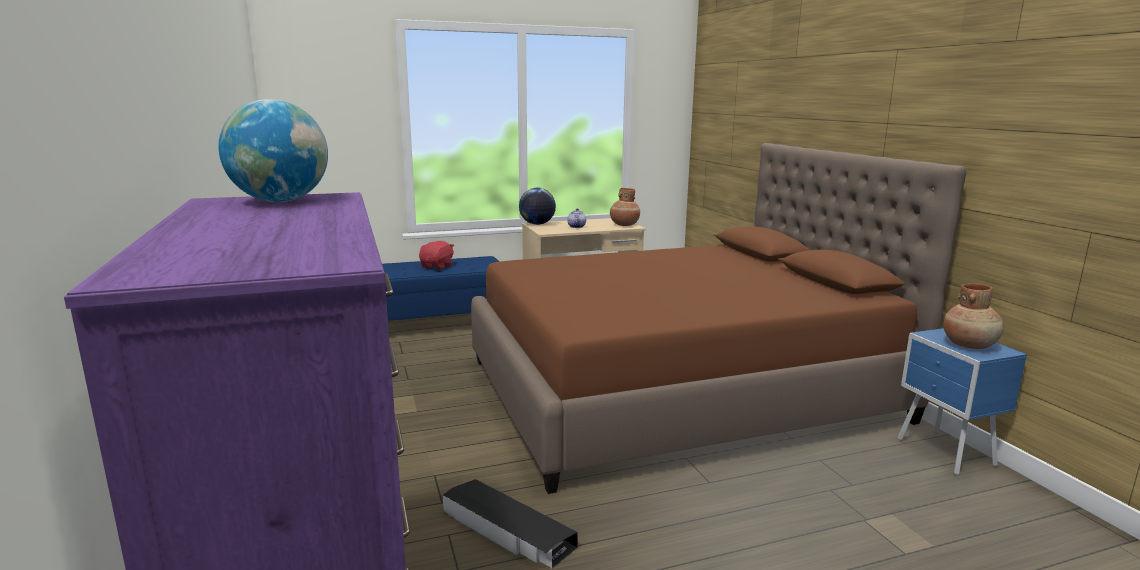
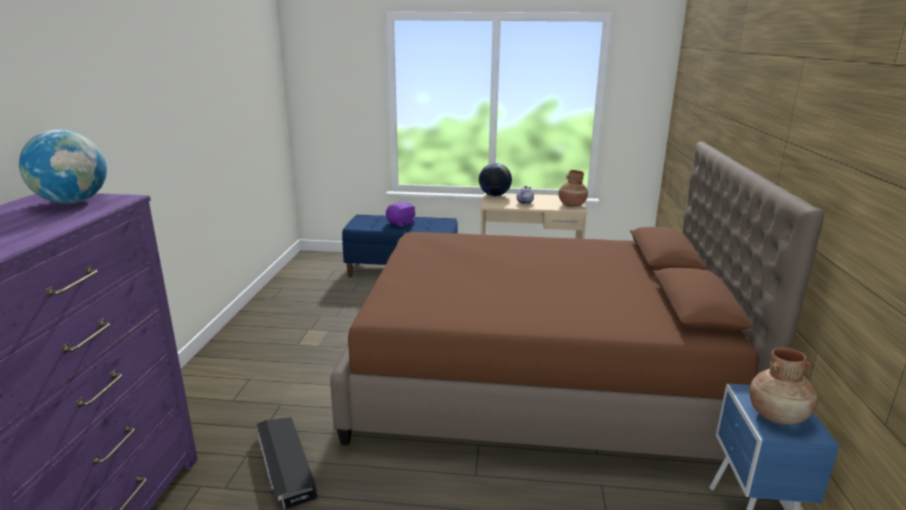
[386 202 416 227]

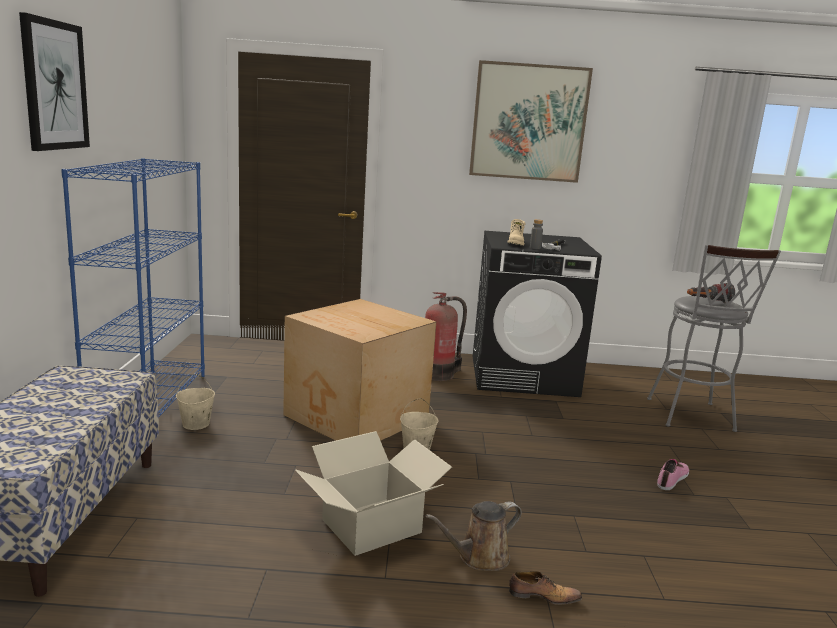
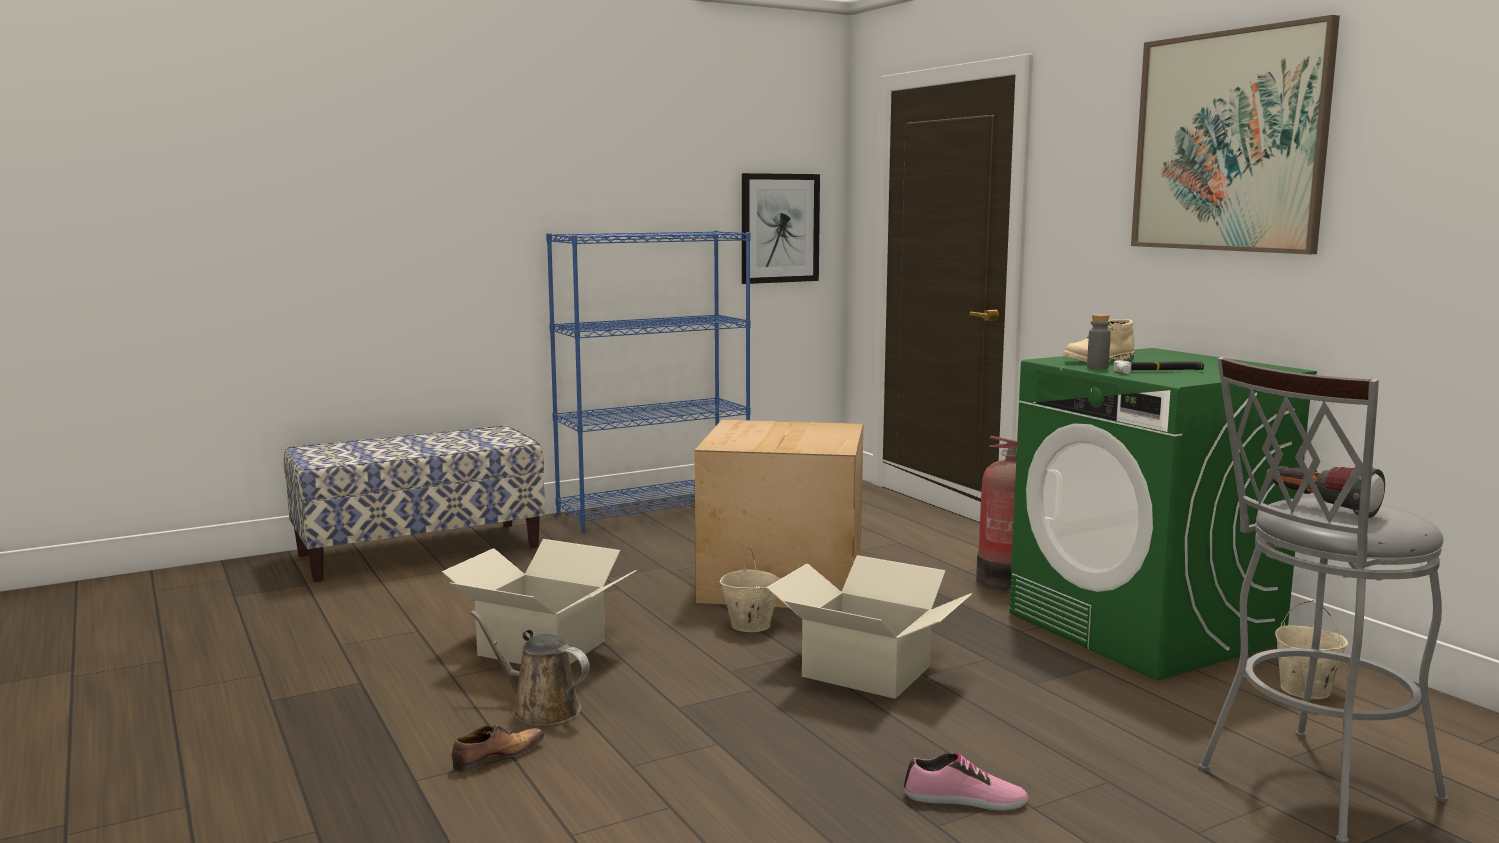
[452 725 545 772]
[742 173 820 284]
[766 555 972 699]
[1009 348 1317 681]
[1275 600 1348 699]

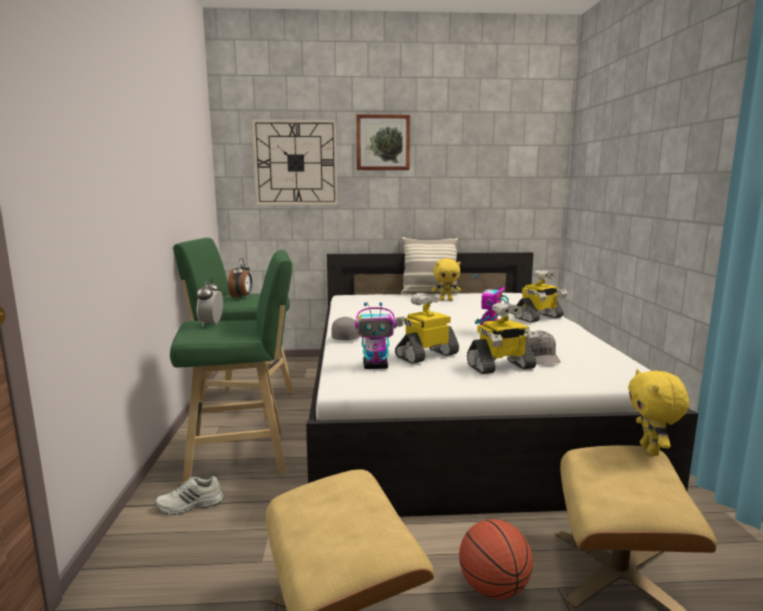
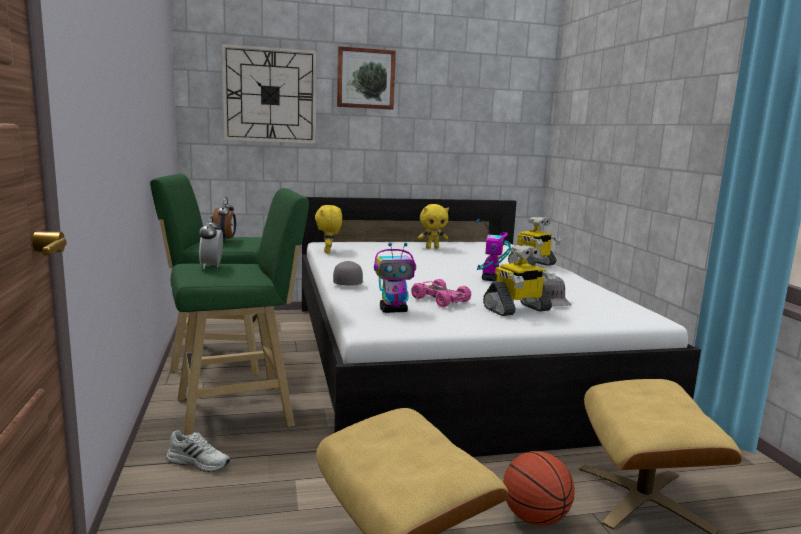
[166 430 230 472]
[315 205 342 253]
[411 279 471 307]
[401 237 459 294] (first image)

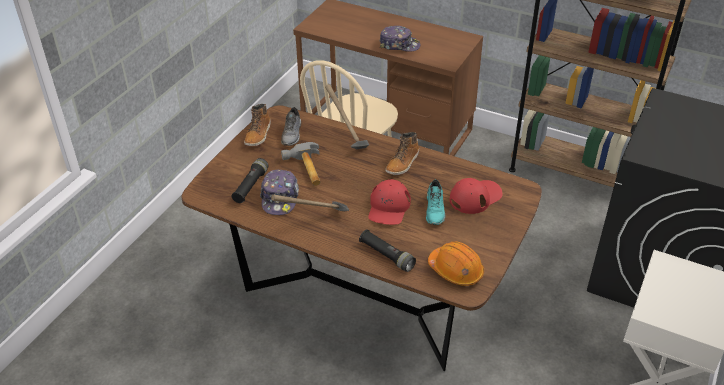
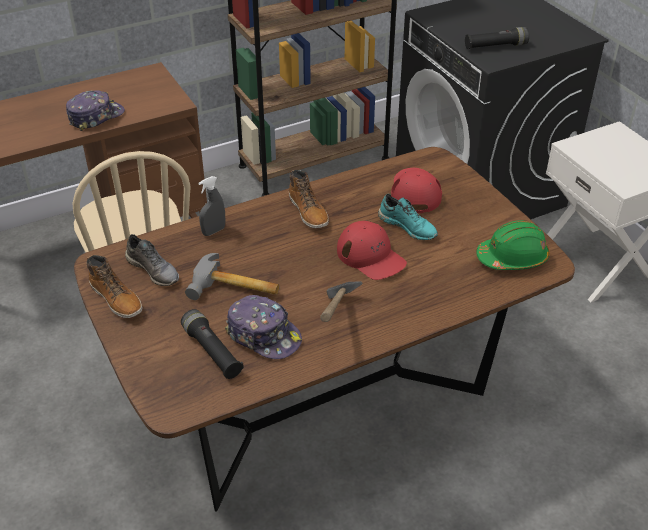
[198 176 225 236]
[465 27 529 49]
[476 220 550 270]

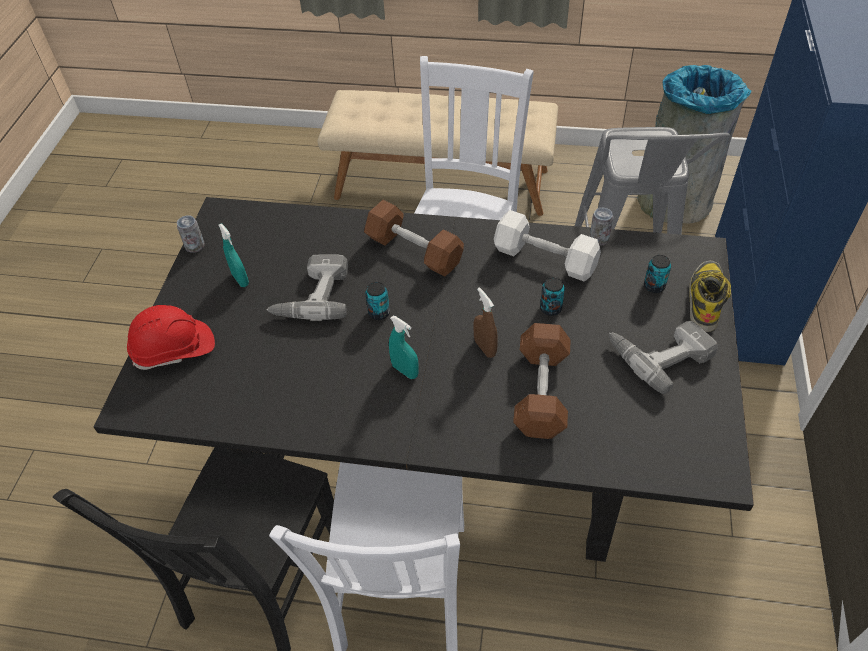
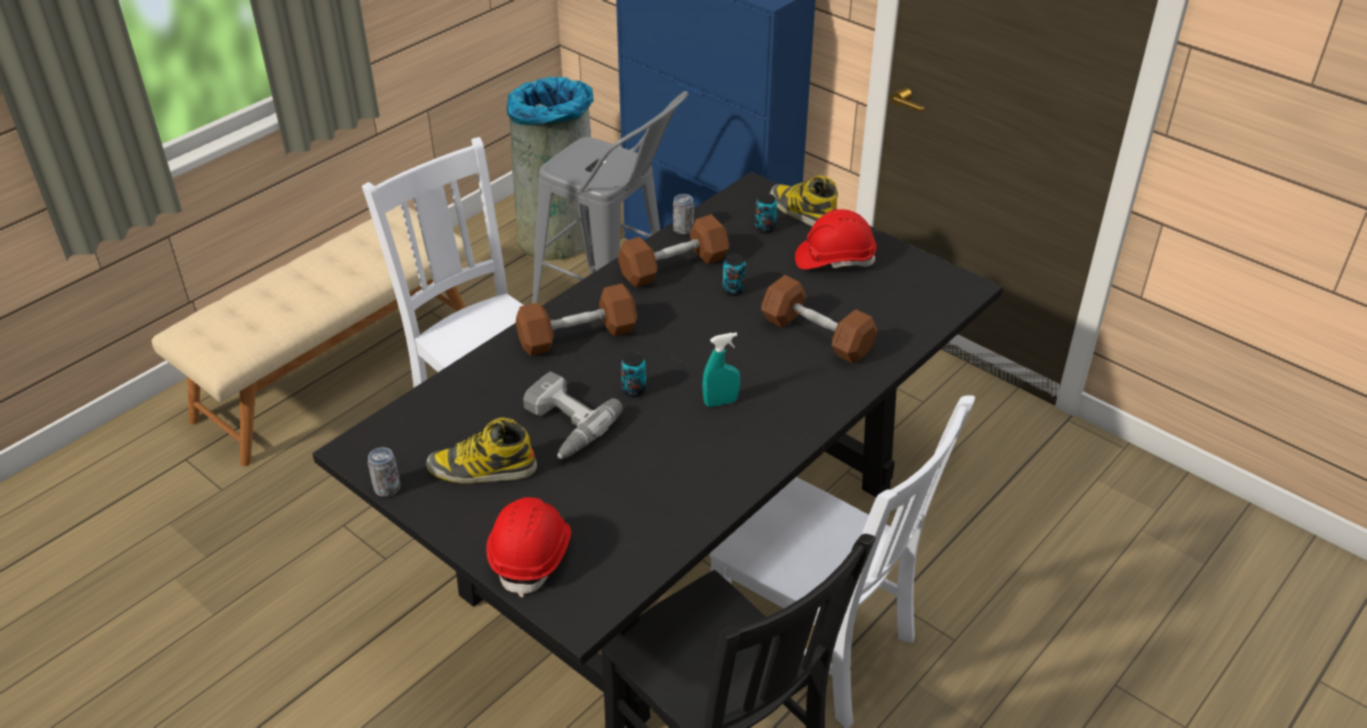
[426 418 537 483]
[618 214 729 288]
[795 209 876 269]
[473 288 498 358] (first image)

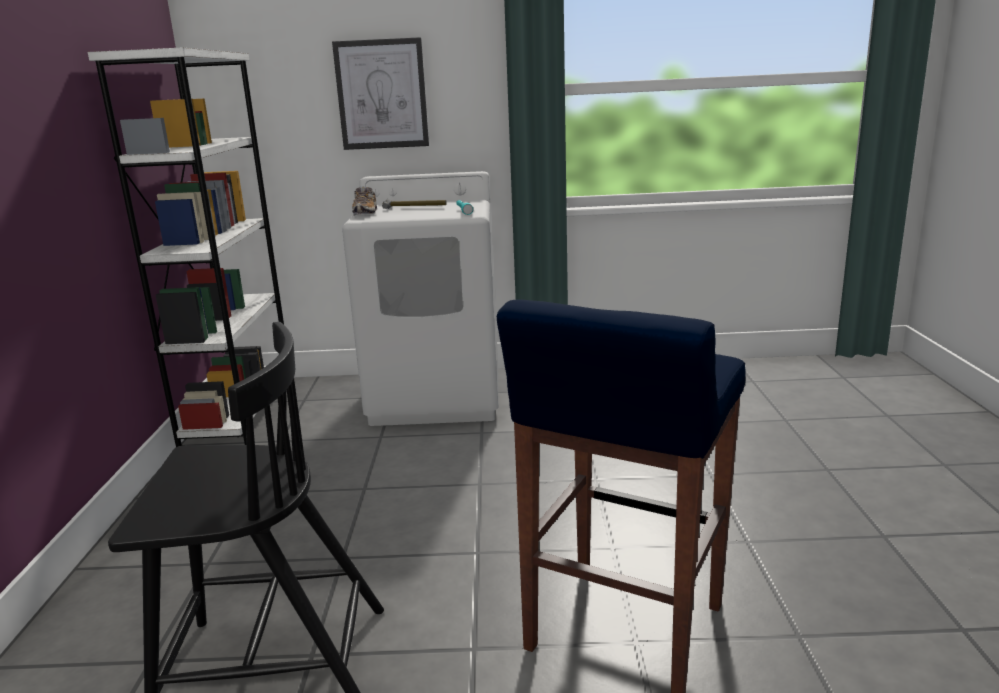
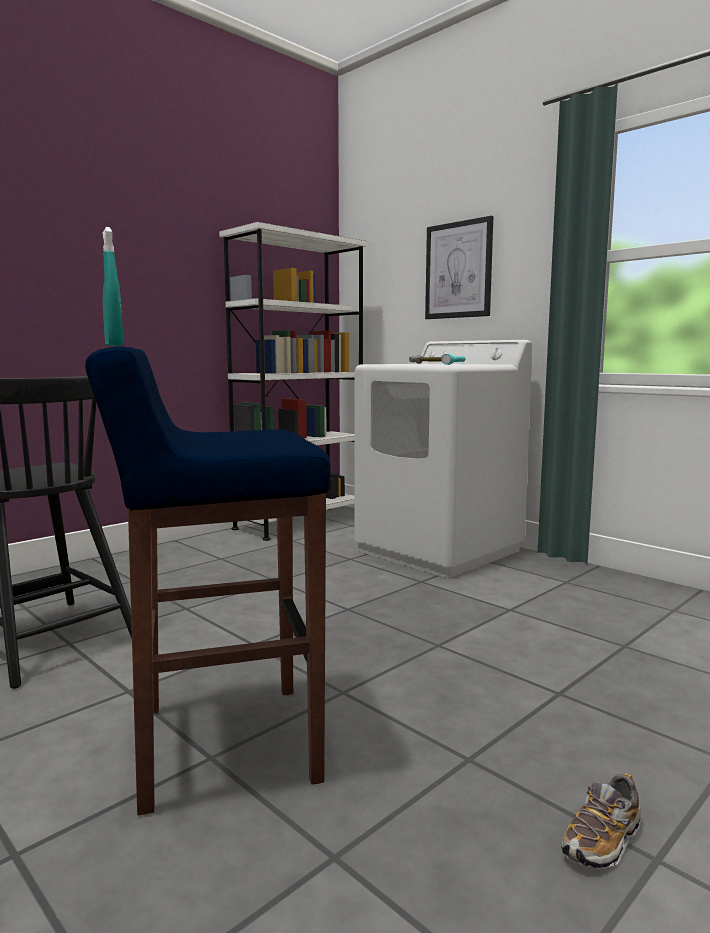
[103 227 124 346]
[561 773 641 869]

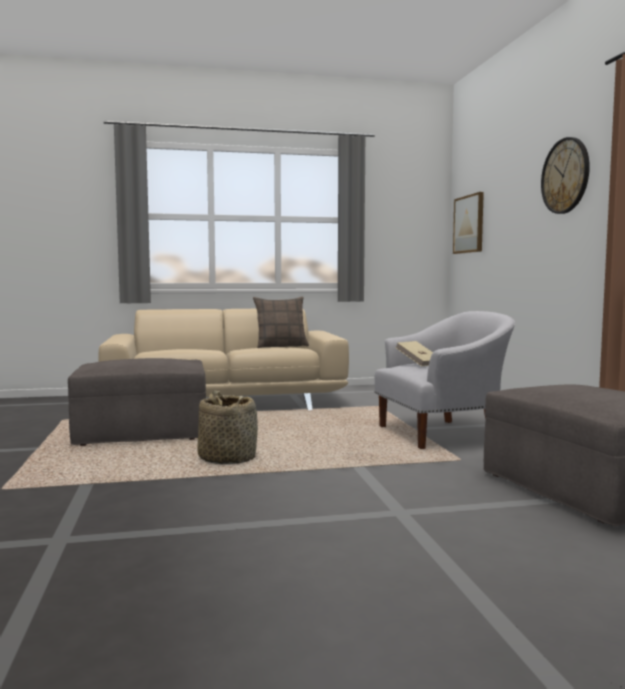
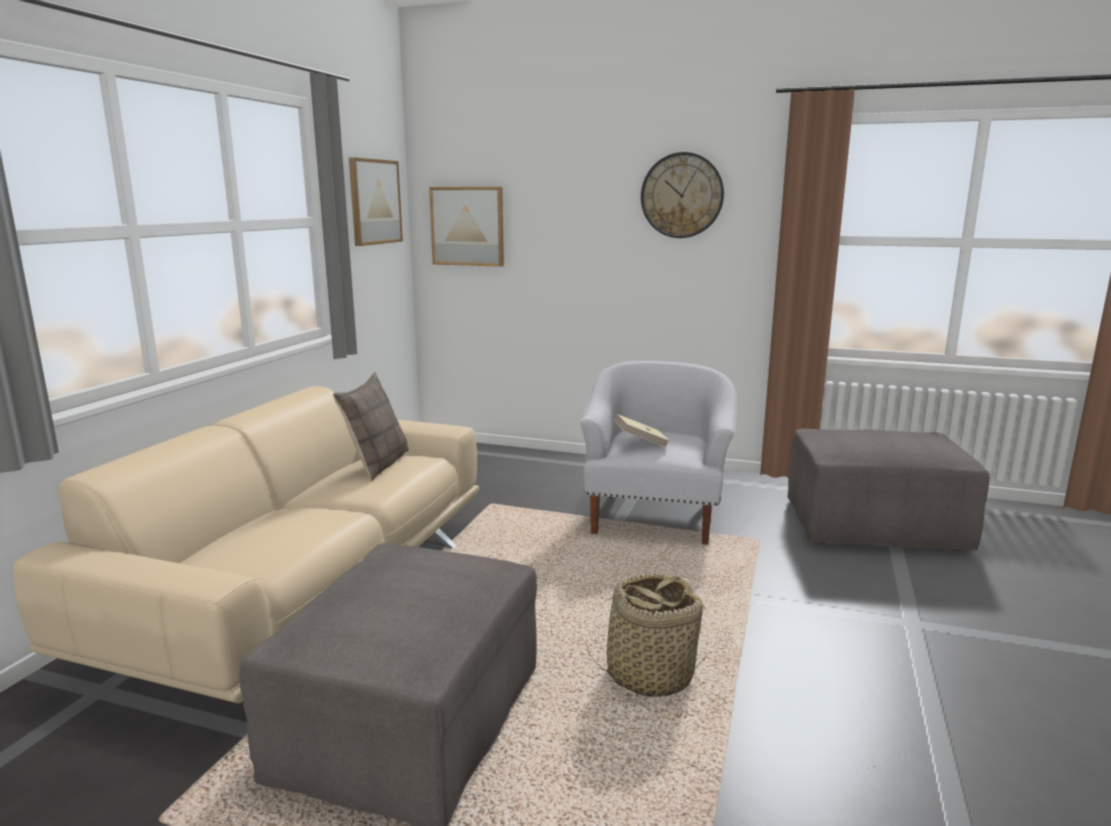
[349 157 403 246]

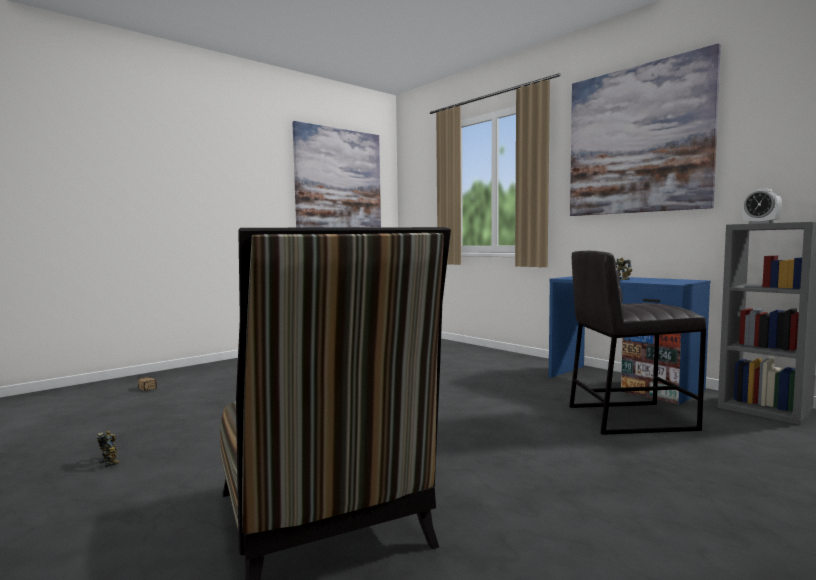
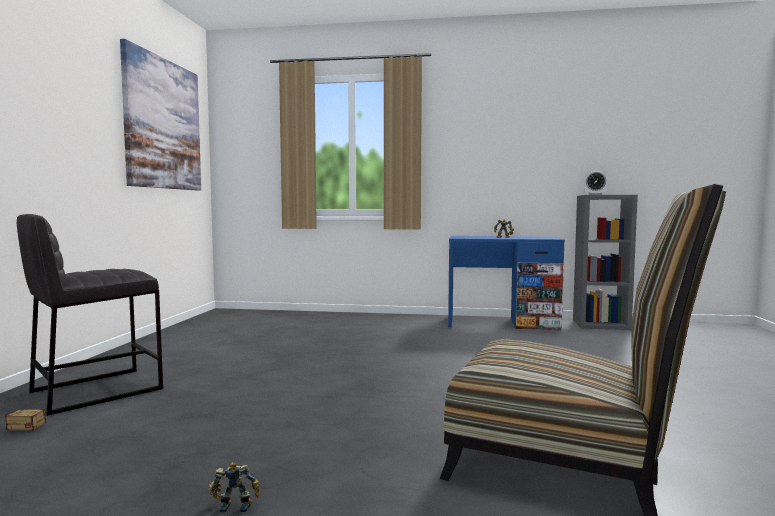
[17 214 163 416]
[570 43 721 216] (first image)

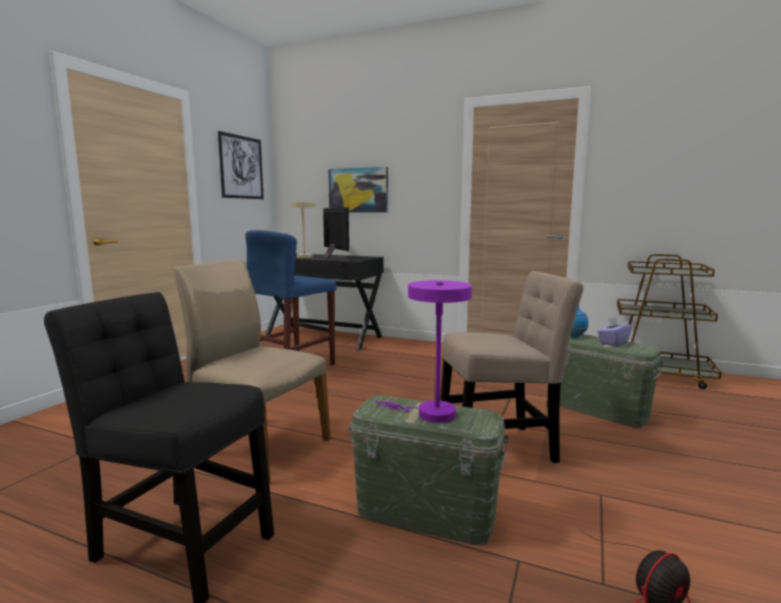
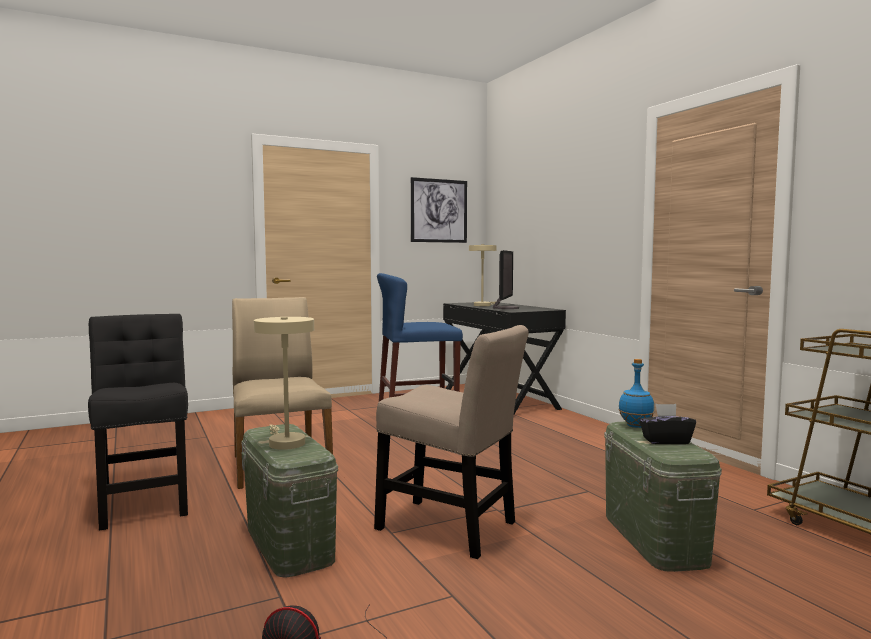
[254 317 314 450]
[639 404 696 444]
[328 167 388 212] (first image)

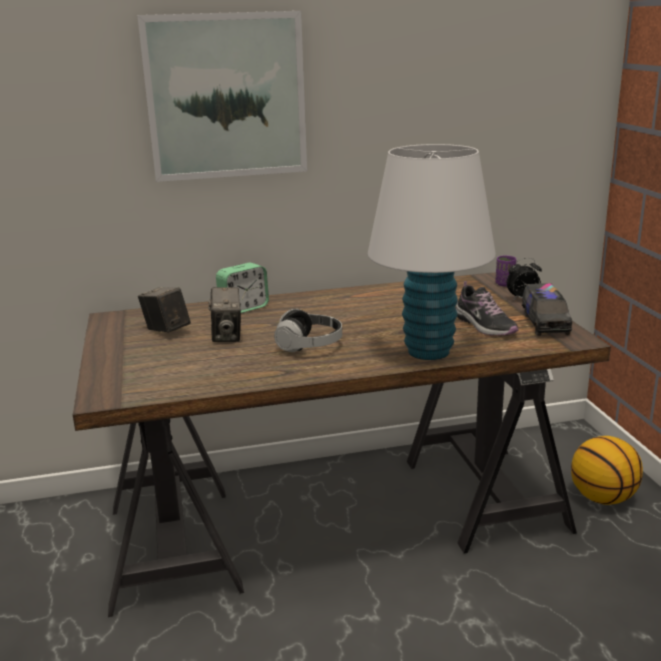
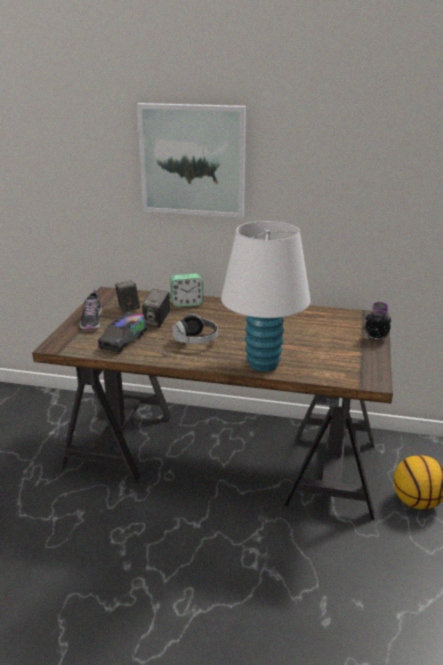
[80 289 102 330]
[98 312 147 354]

